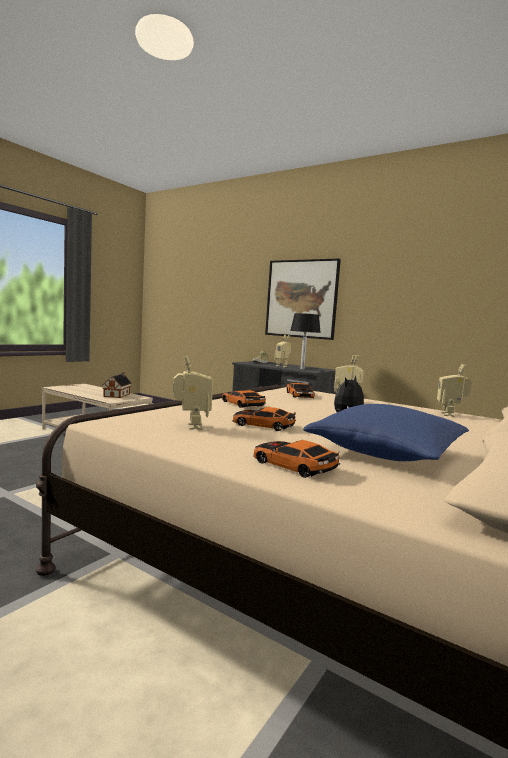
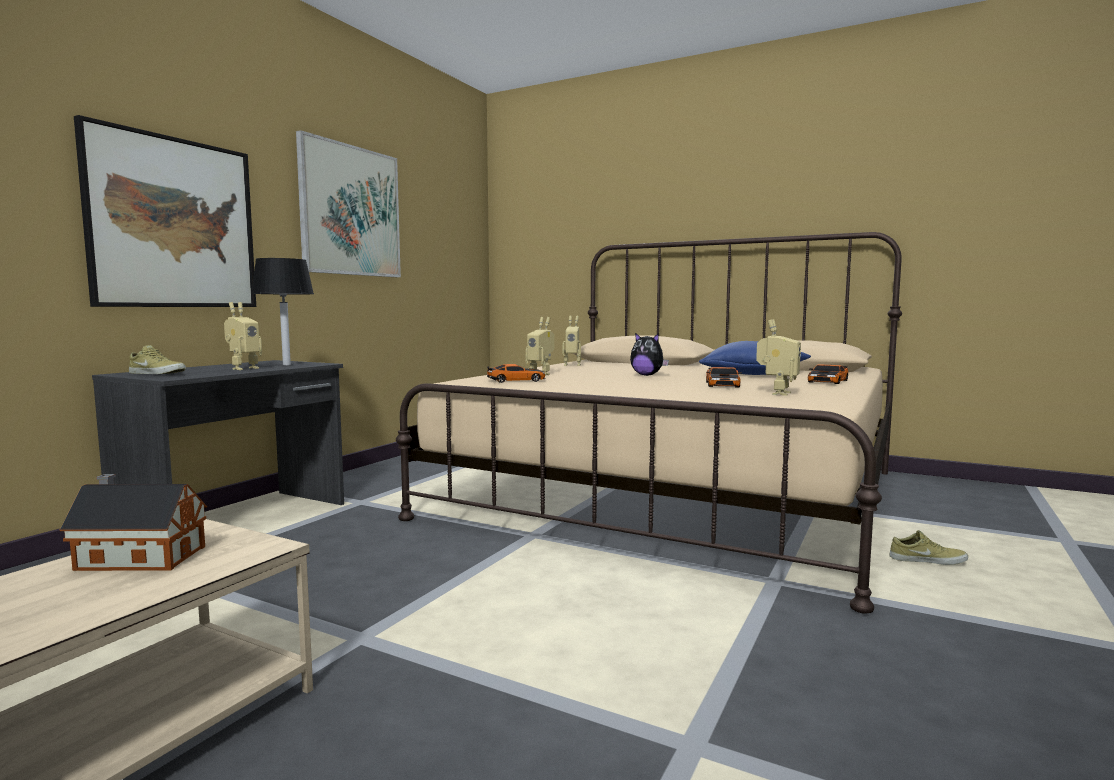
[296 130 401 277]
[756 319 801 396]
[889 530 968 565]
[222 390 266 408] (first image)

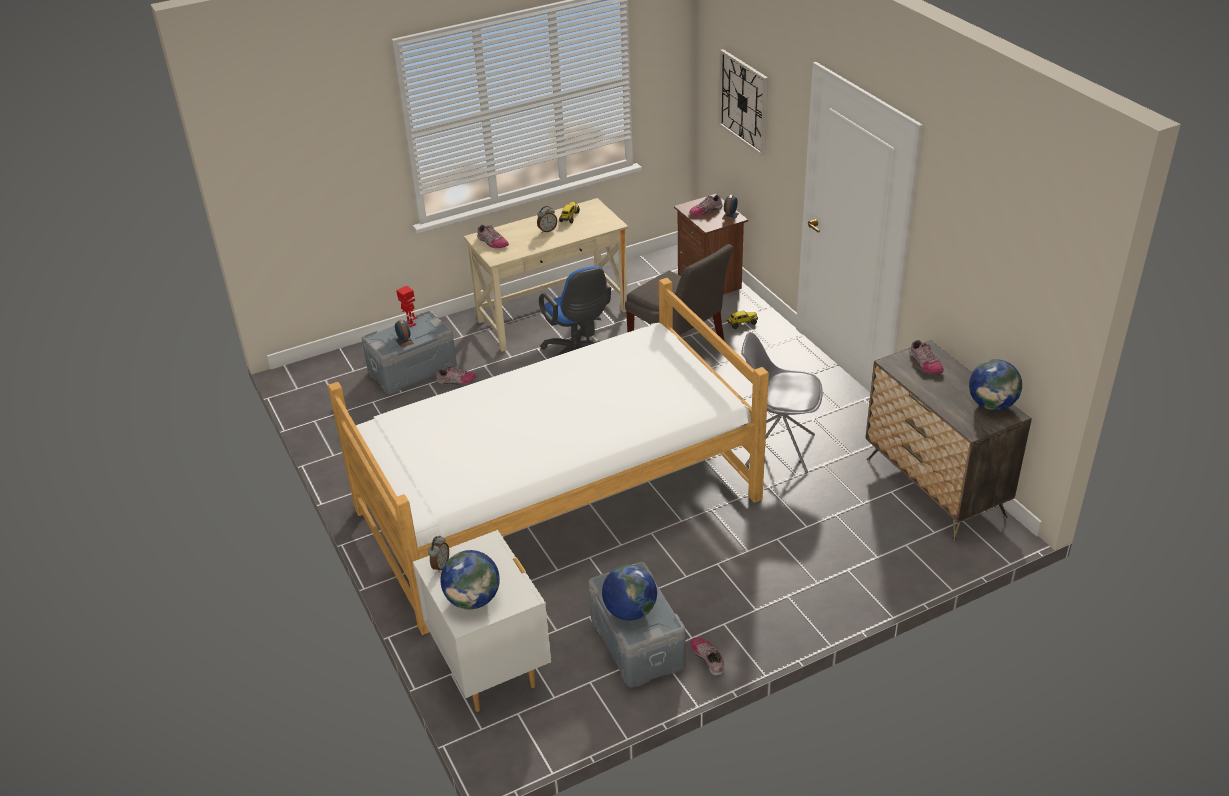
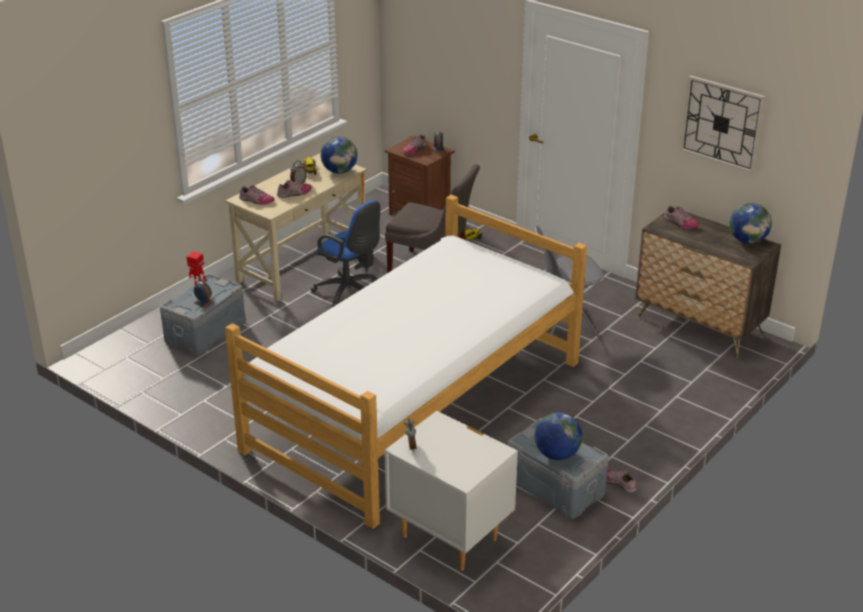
[277 180 312 198]
[321 136 357 173]
[680 75 765 173]

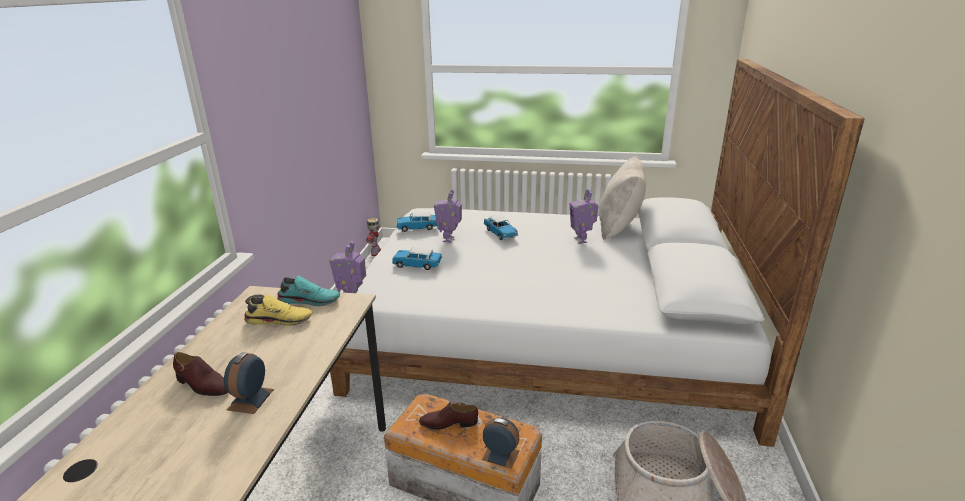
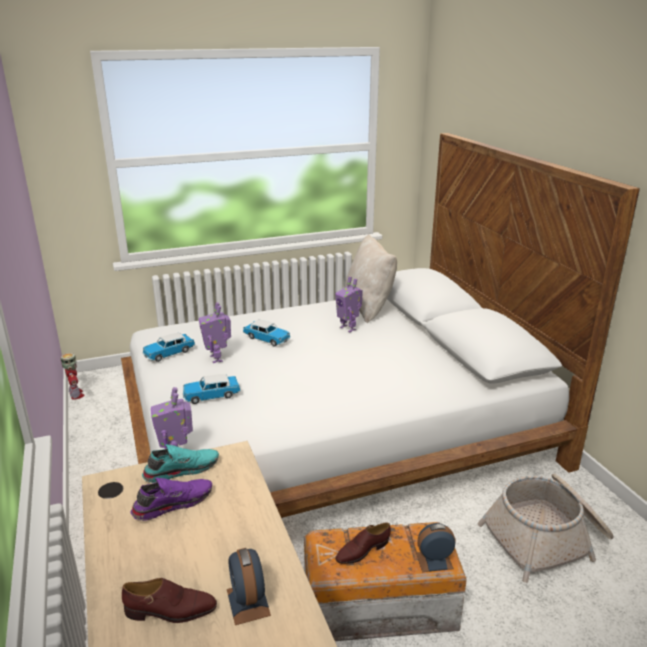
[130 478 212 521]

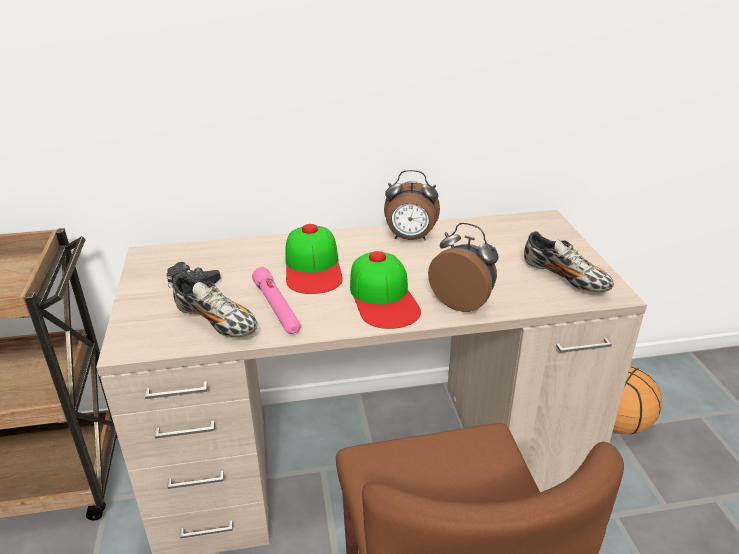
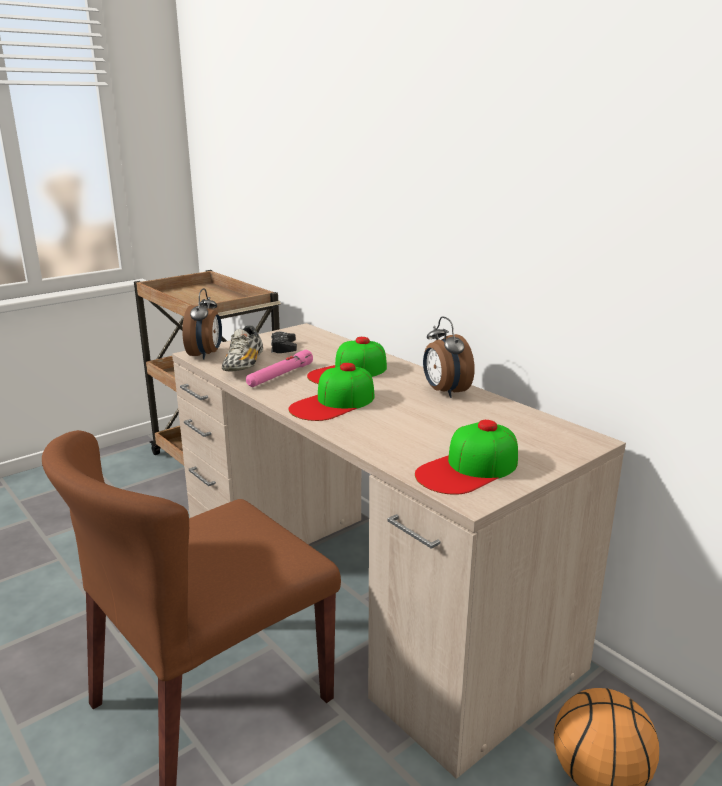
[182 288 222 360]
[415 420 518 495]

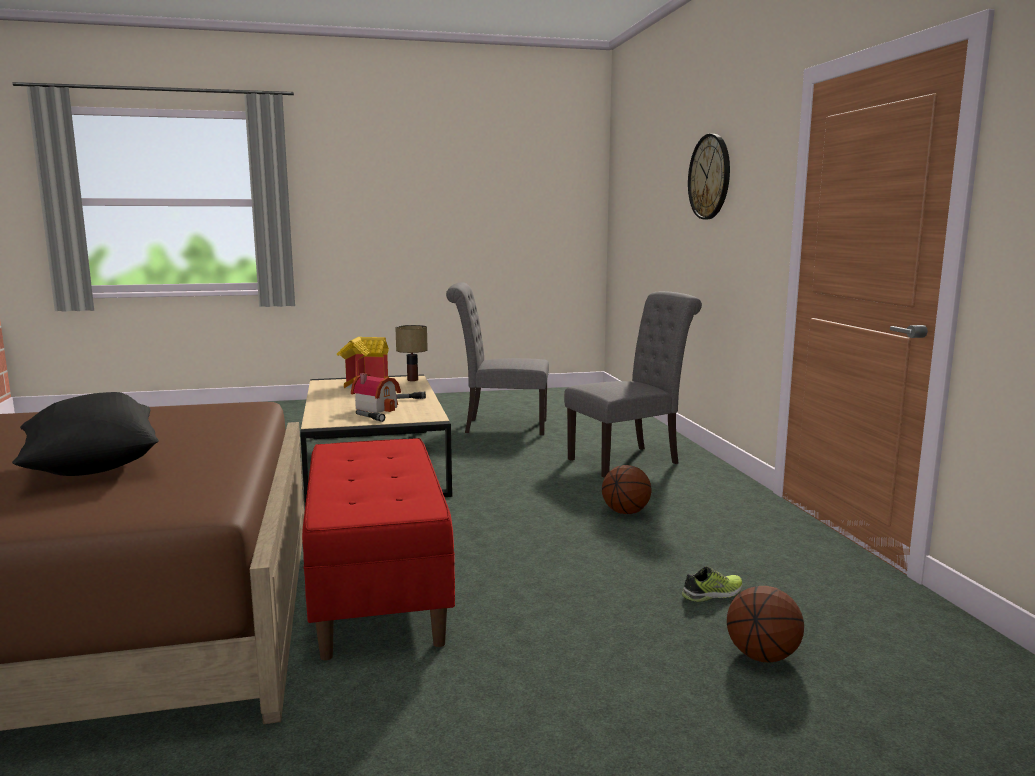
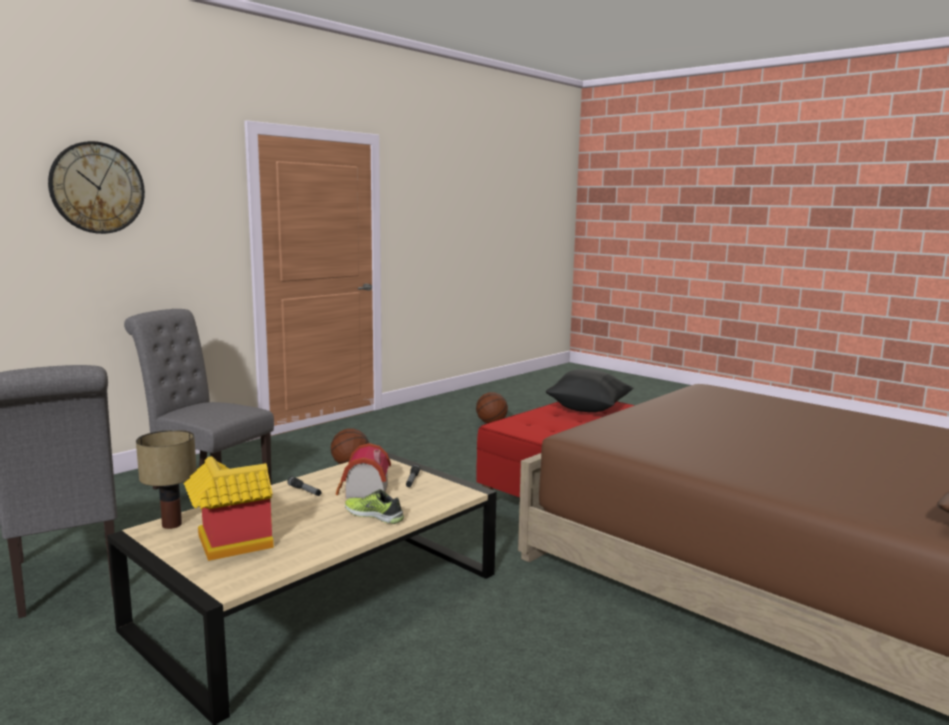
[345 489 404 524]
[546 369 633 412]

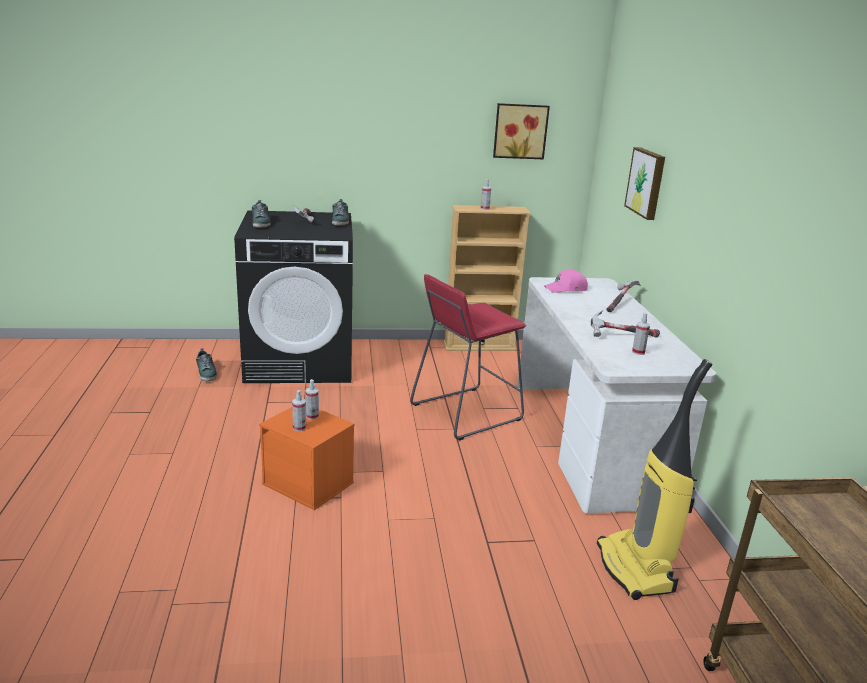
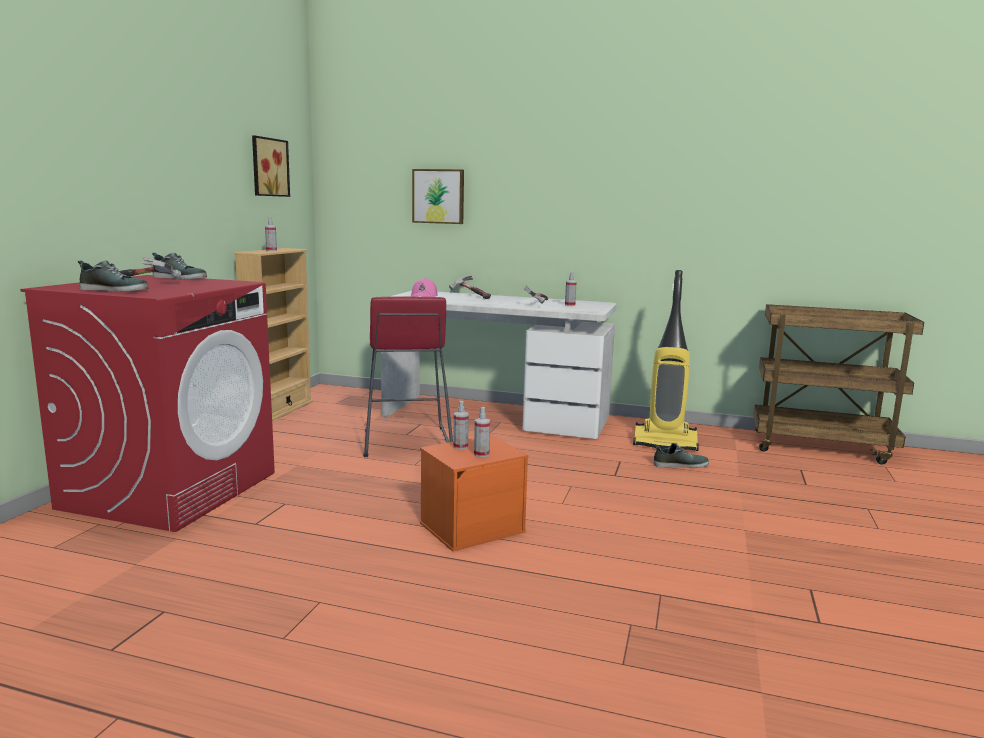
[20 275 275 532]
[653 443 709 468]

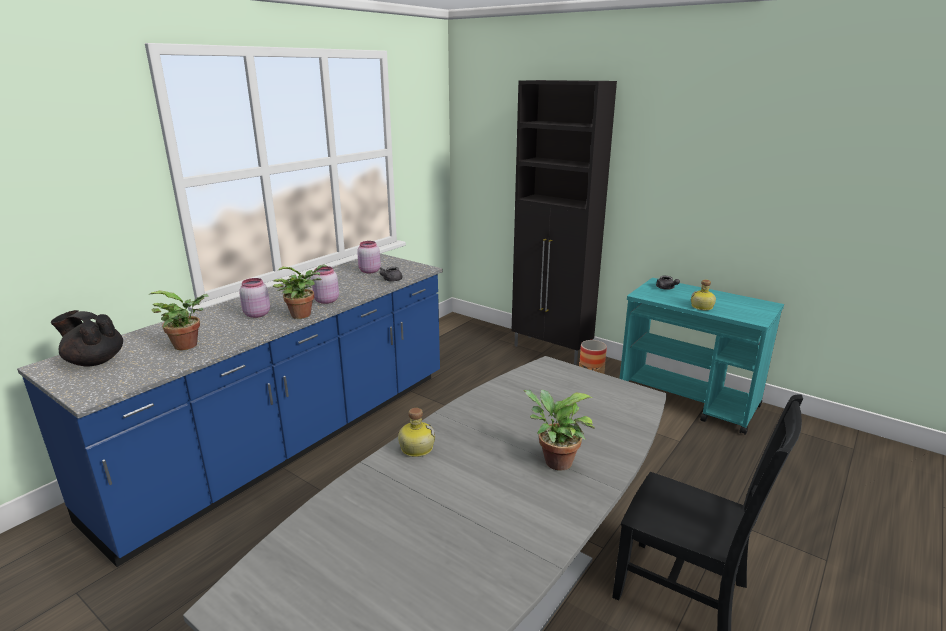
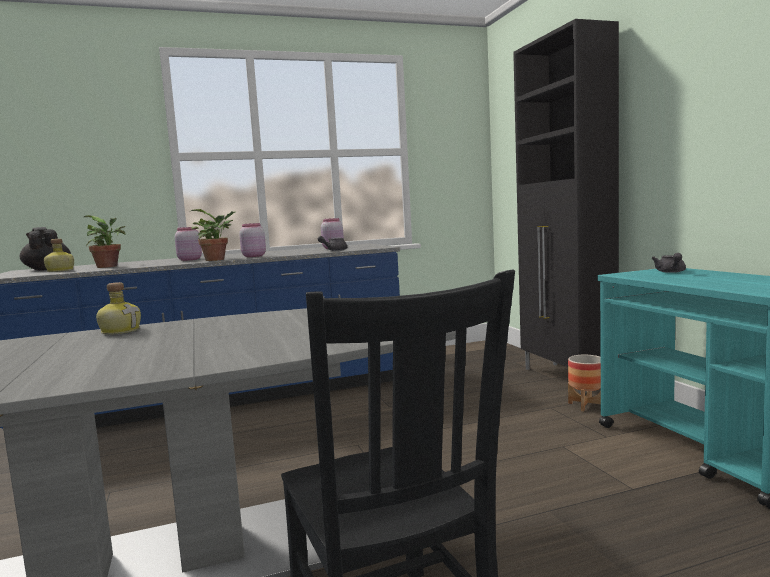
[44 239 74 272]
[523 390 595 470] (first image)

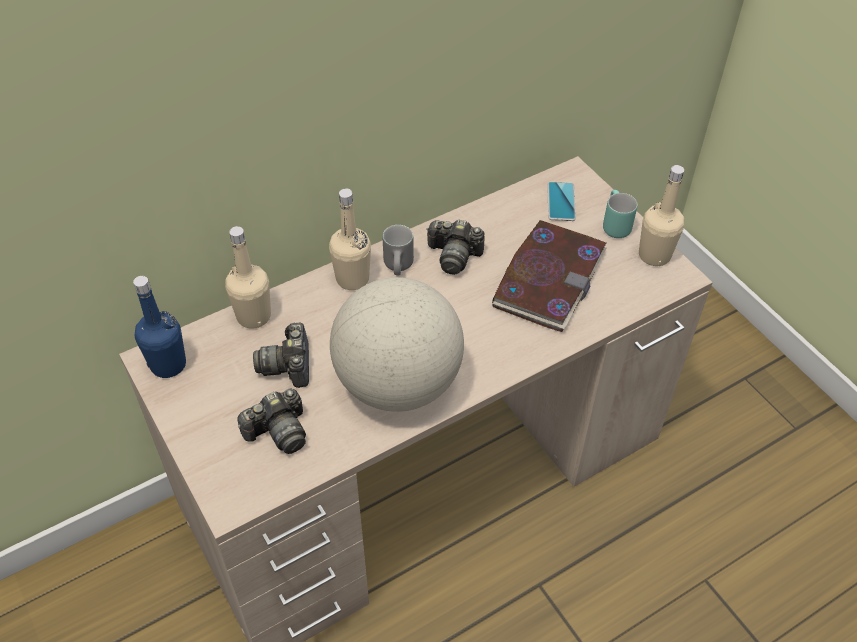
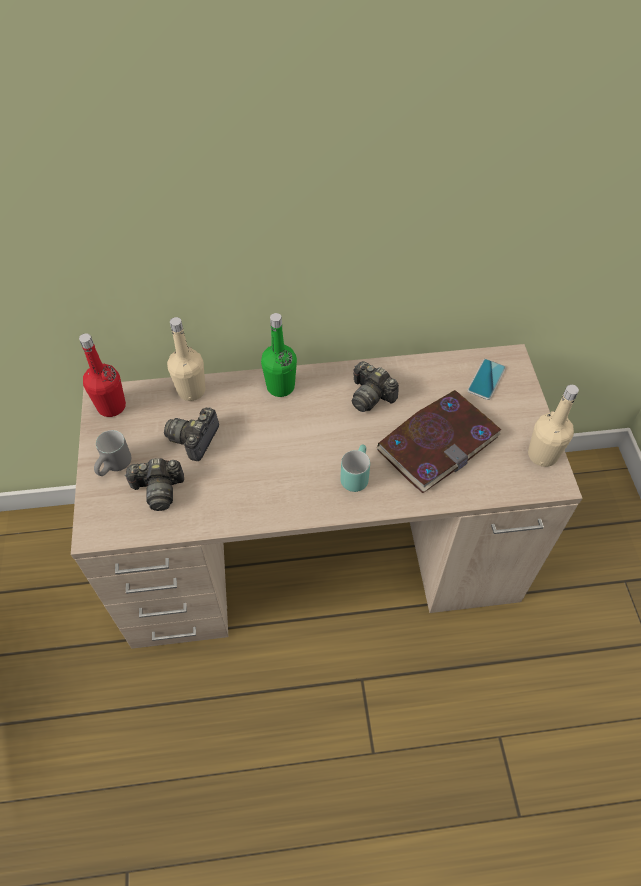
[79 333 126 417]
[94 430 131 476]
[261 313 297 397]
[340 445 370 492]
[330 277 464 412] (first image)

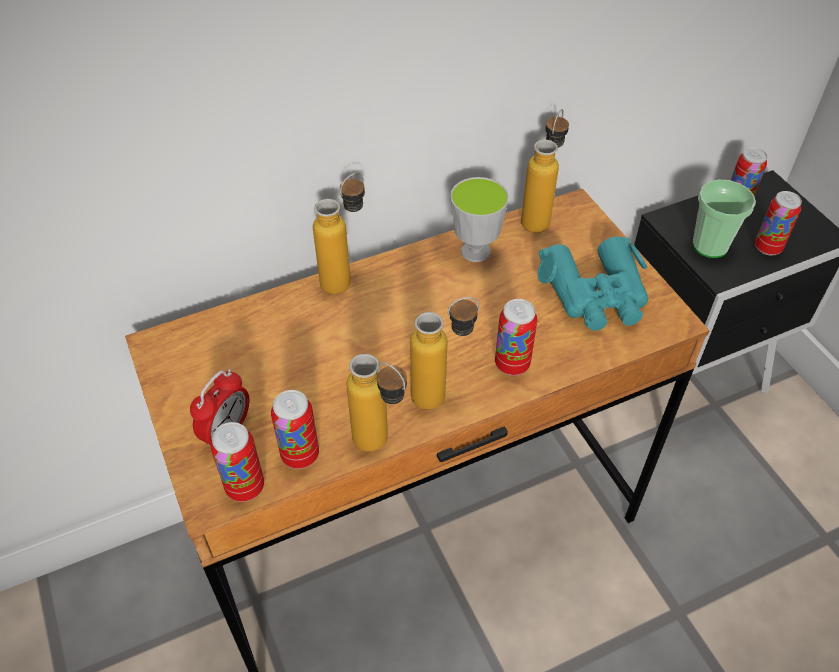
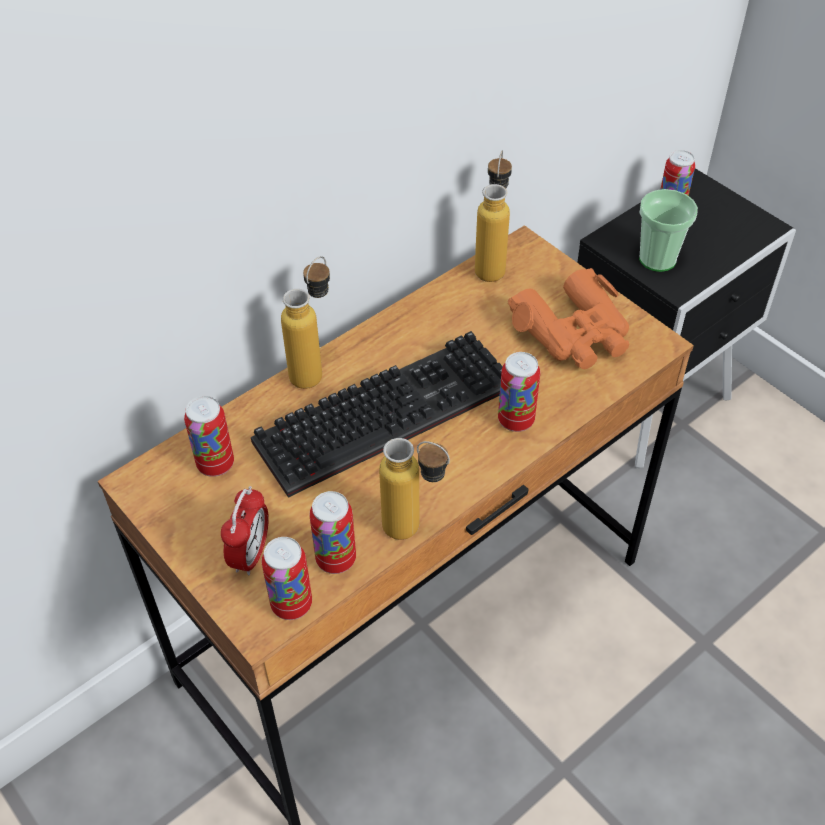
[184 396 234 477]
[251 331 503 498]
[508 268 629 369]
[410 297 480 410] (first image)
[450 177 509 262] (first image)

